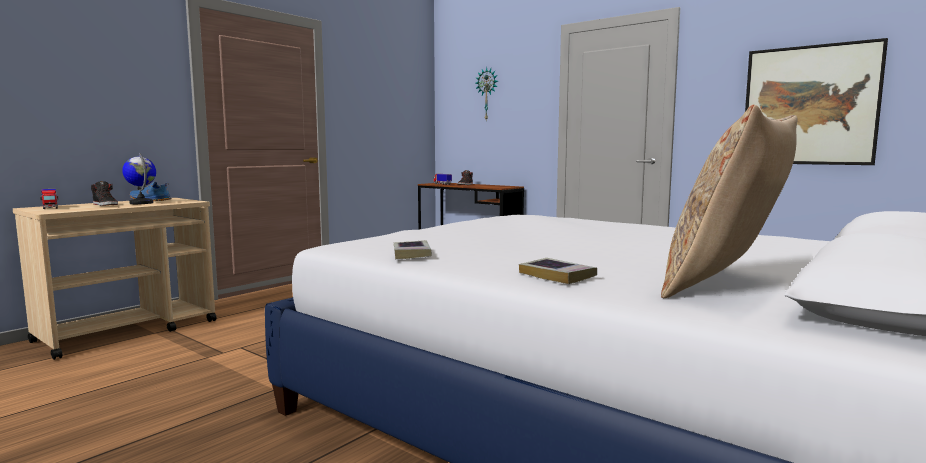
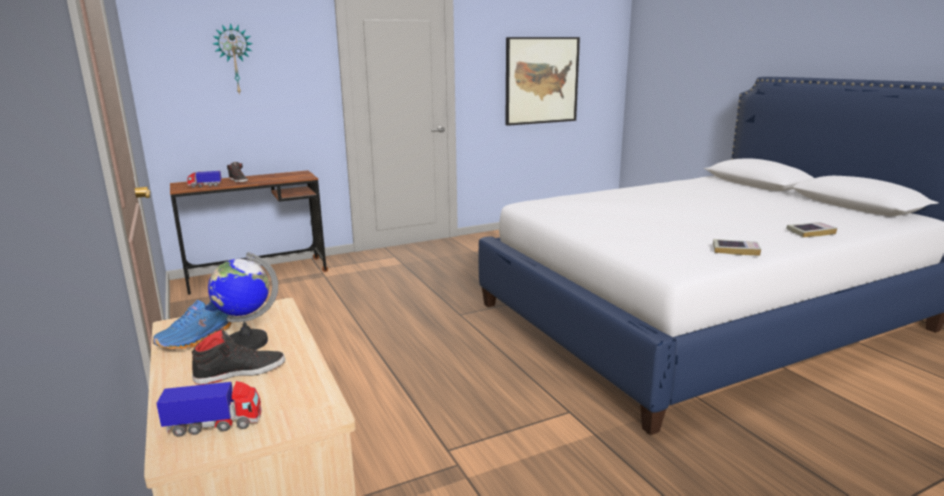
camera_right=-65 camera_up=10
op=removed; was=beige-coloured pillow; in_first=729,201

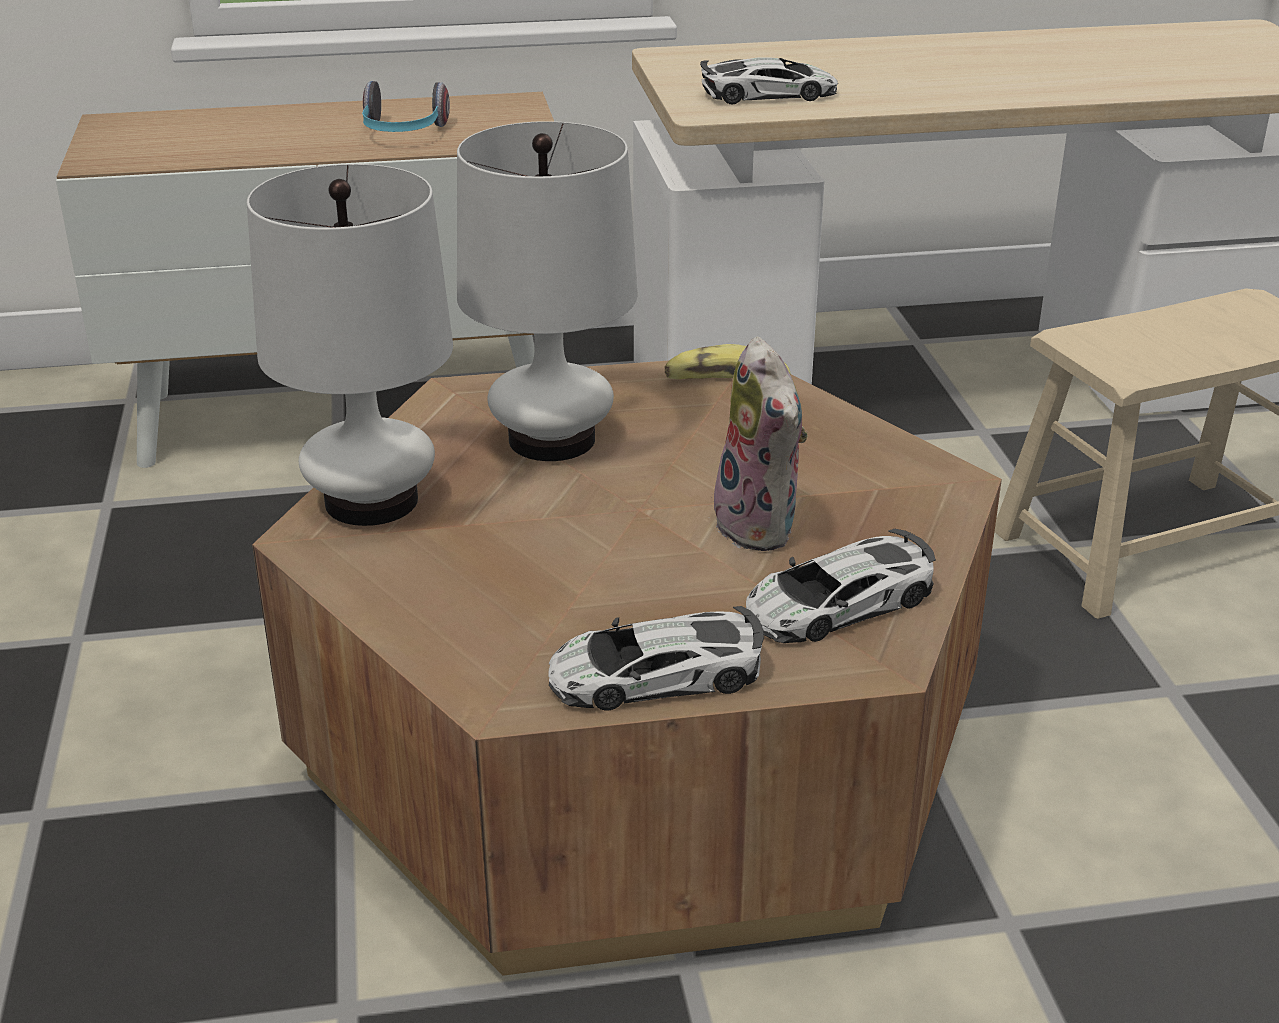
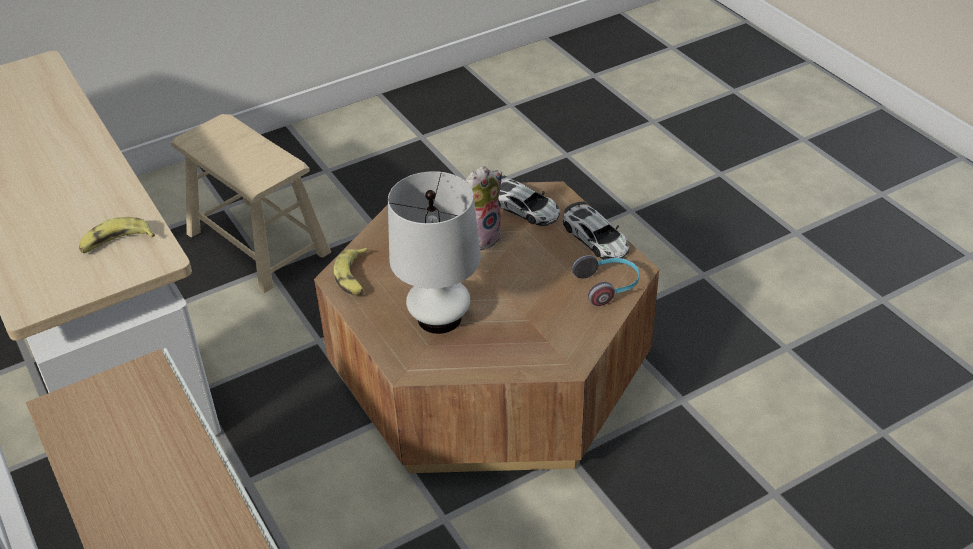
camera_right=-110 camera_up=10
op=removed; was=whitish tabletop lamp; in_first=350,345
op=moved; was=headset; in_first=406,106; in_second=605,280
op=replaced; was=toy car; now=whole banana; in_first=769,81; in_second=117,235

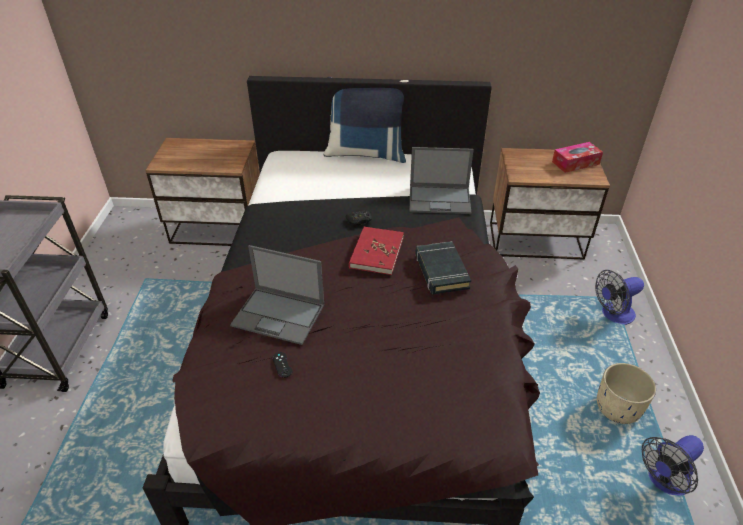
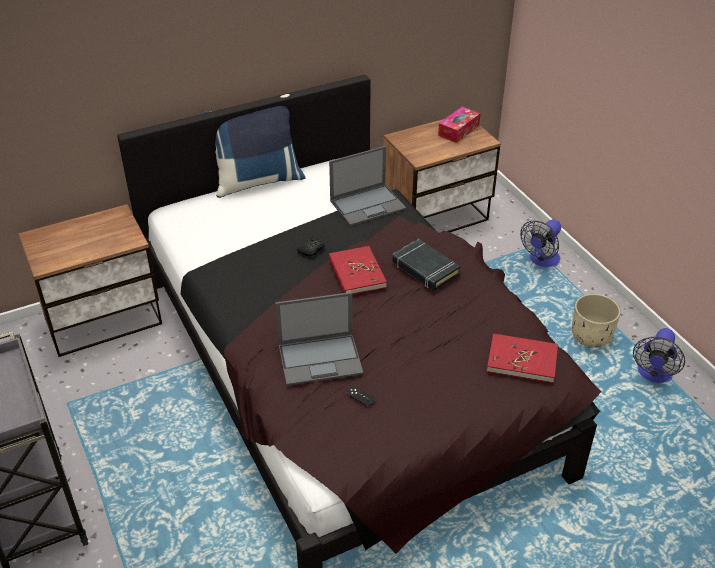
camera_right=-30 camera_up=0
op=added; now=red volume; in_second=522,358

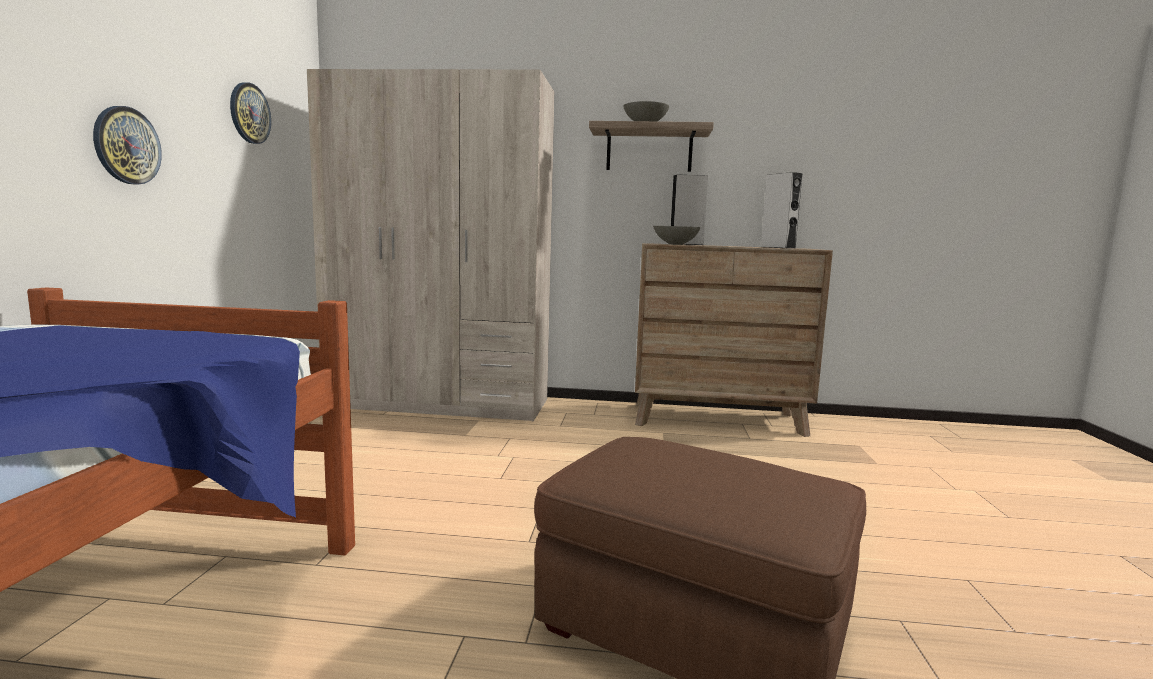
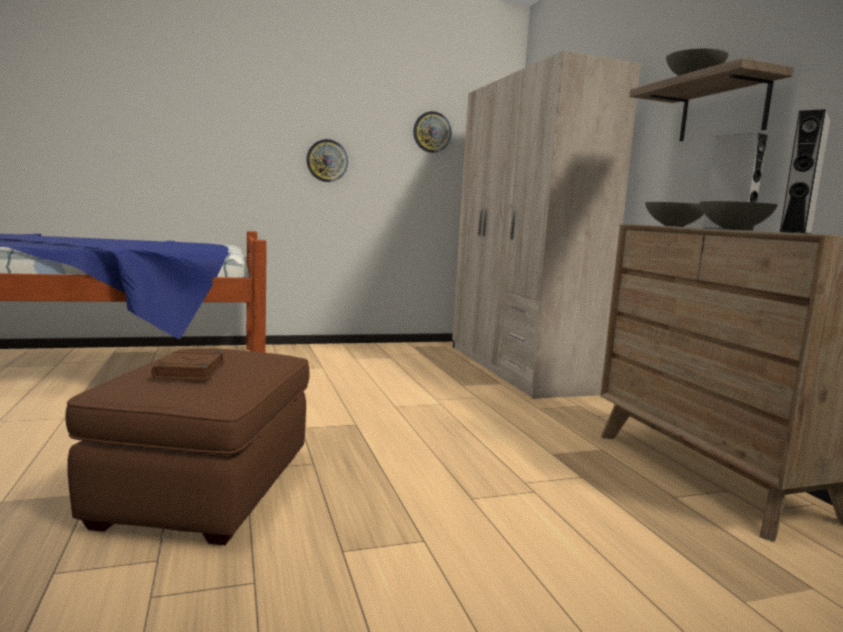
camera_right=65 camera_up=0
op=added; now=brownish volume; in_second=188,365
op=added; now=grey serving bowl; in_second=739,215

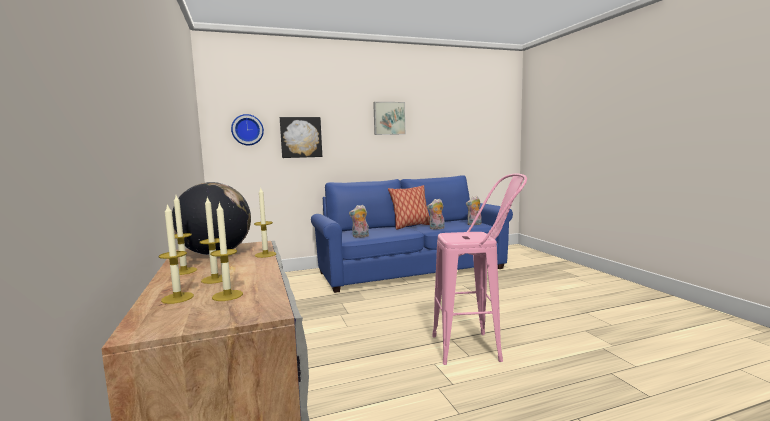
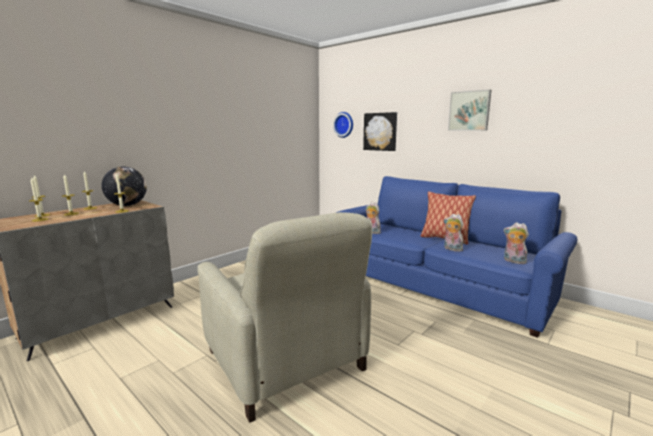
camera_right=60 camera_up=5
op=replaced; was=pink stool seat; now=beige-coloured lounge chair; in_first=479,269; in_second=285,317

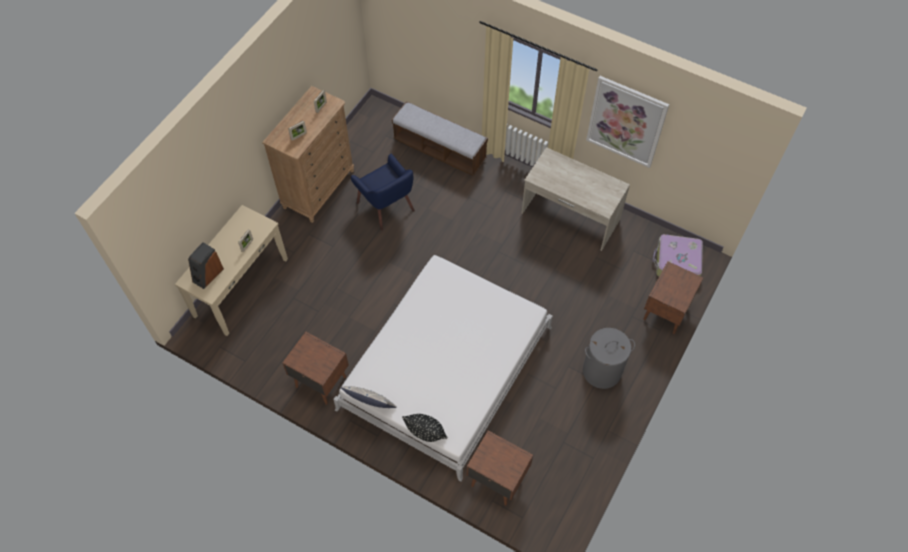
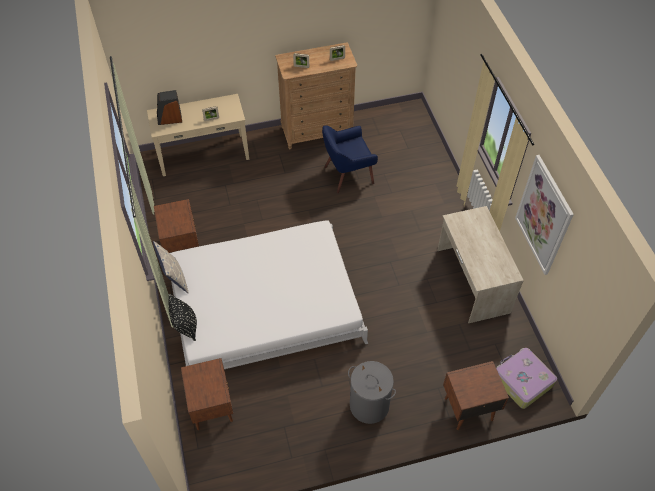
camera_right=45 camera_up=-5
op=turned; was=blue-coloured lounge chair; in_first=383,192; in_second=350,159; clockwise=60
op=removed; was=long seat; in_first=440,138

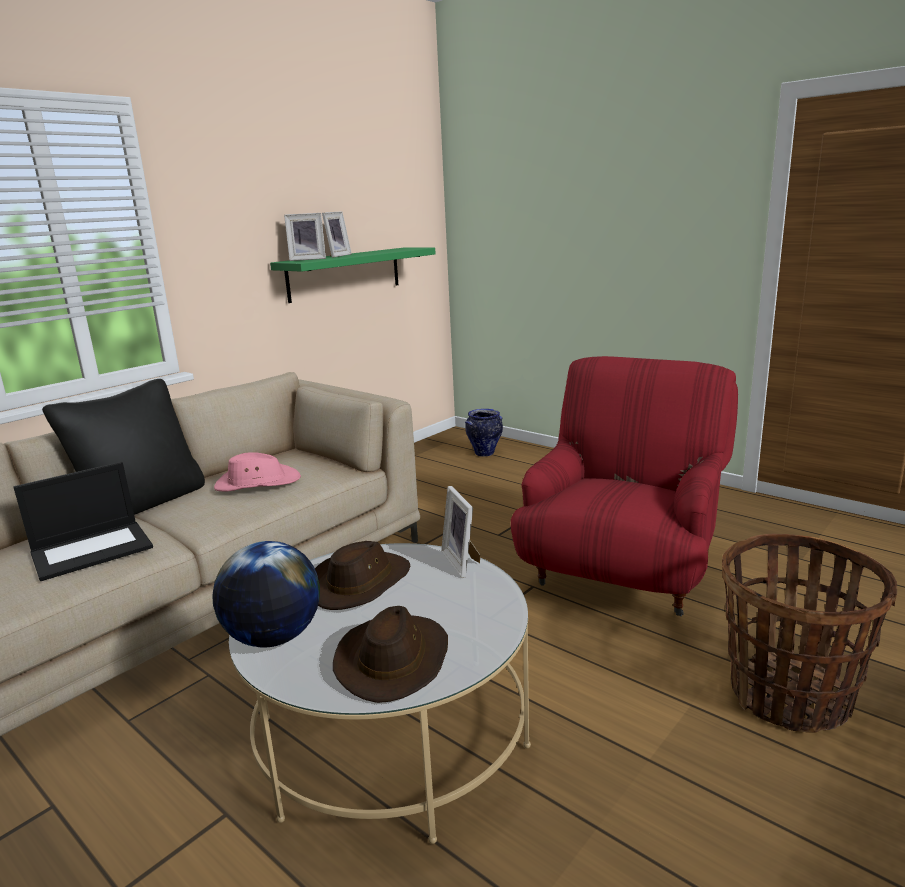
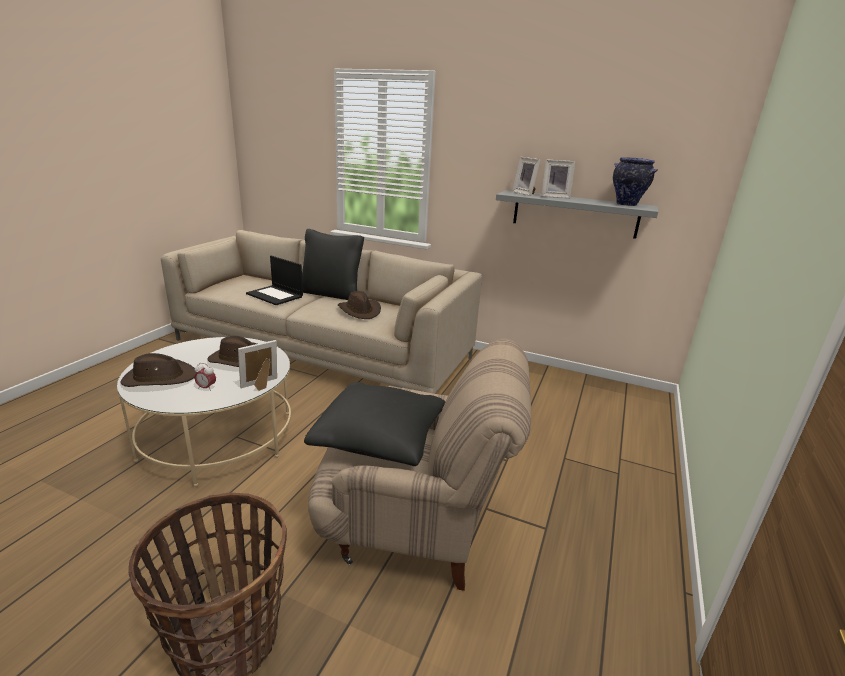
camera_right=70 camera_up=5
op=removed; was=desk globe; in_first=266,594
op=recoloured; was=pink clothing hat; now=brownish clothing hat; in_first=257,471; in_second=359,305
op=recoloured; was=green-coloured shelf; now=grey shelf; in_first=353,275; in_second=577,214
op=moved; was=decorative vase; in_first=484,433; in_second=635,181
op=recoloured; was=red lounge chair; now=beige-coloured lounge chair; in_first=624,486; in_second=419,465
op=added; now=alarm clock; in_second=205,377
op=added; now=blackish pillow; in_second=374,424

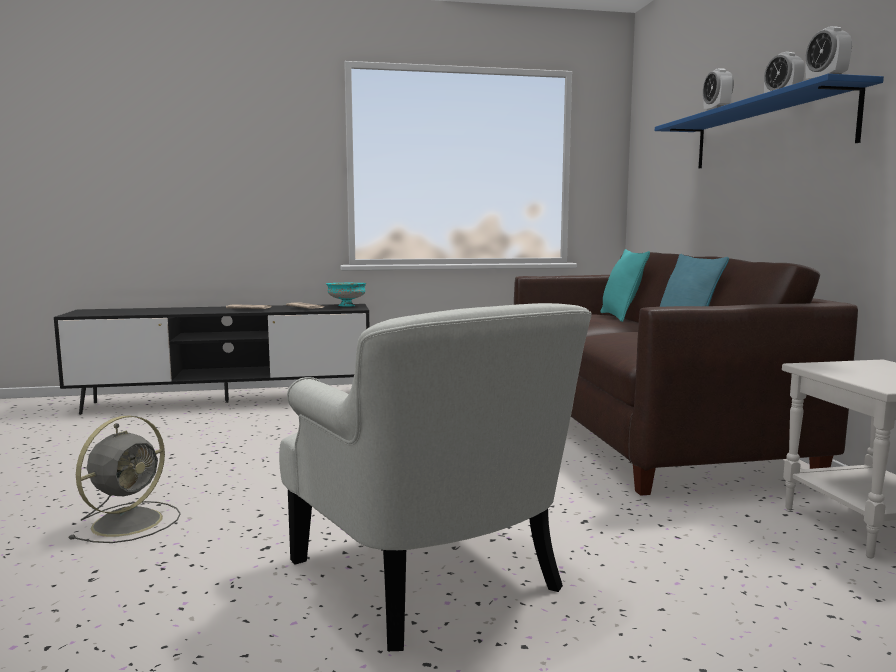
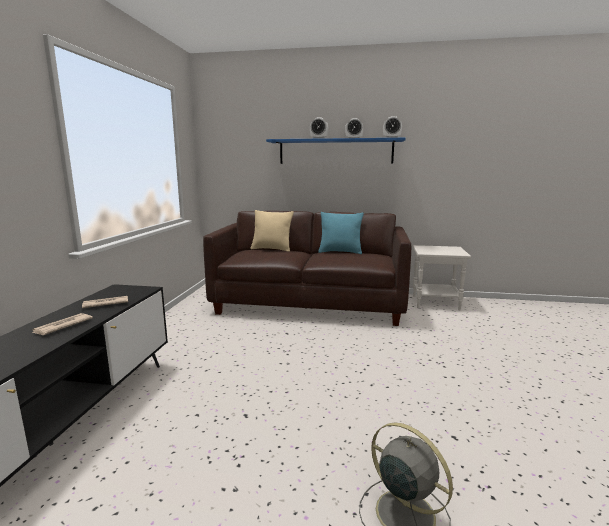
camera_right=-70 camera_up=5
op=removed; was=whitish lounge chair; in_first=435,477
op=removed; was=turquoise-coloured serving bowl; in_first=346,294
op=recoloured; was=turquoise-coloured pillow; now=beige-coloured pillow; in_first=625,285; in_second=272,231

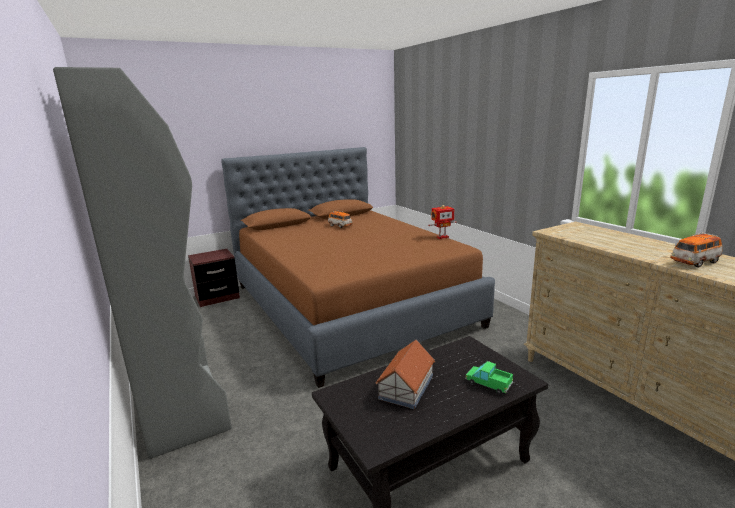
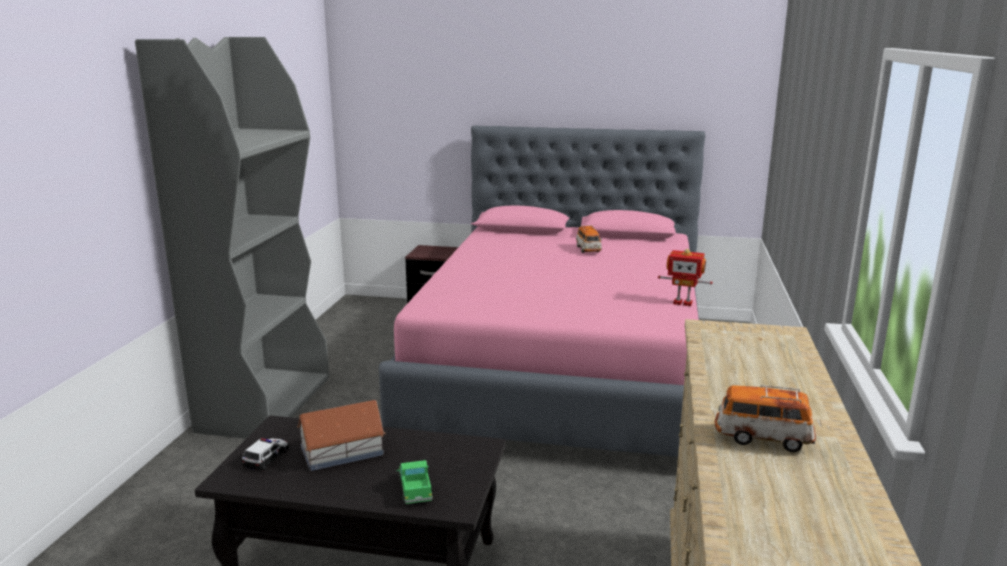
camera_right=40 camera_up=0
op=recoloured; was=brownish bed; now=pink bed; in_first=358,267; in_second=542,291
op=added; now=toy car; in_second=265,454

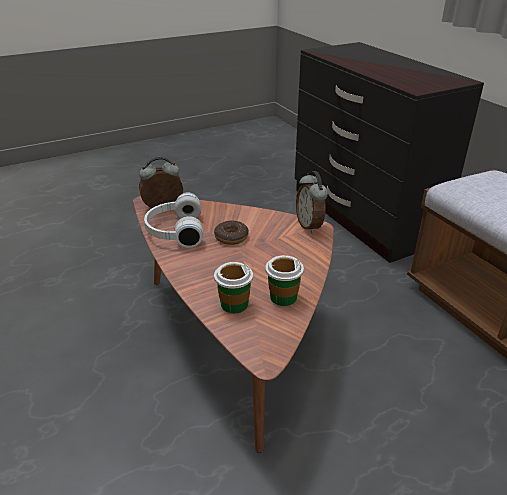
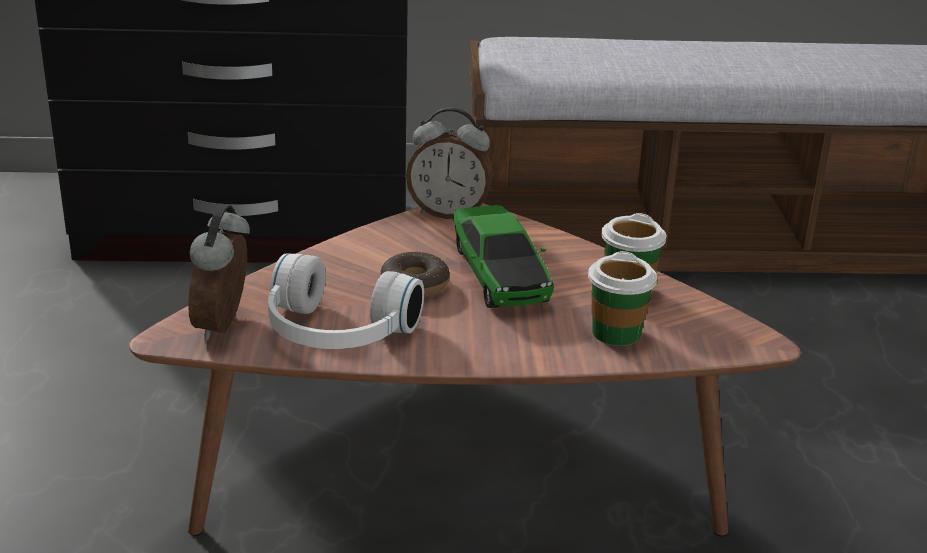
camera_right=-65 camera_up=-5
op=added; now=toy car; in_second=503,256

